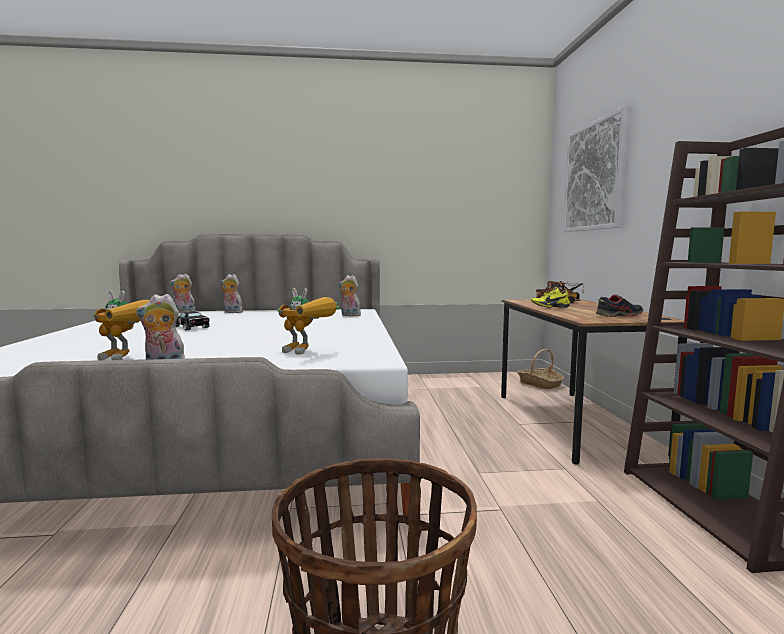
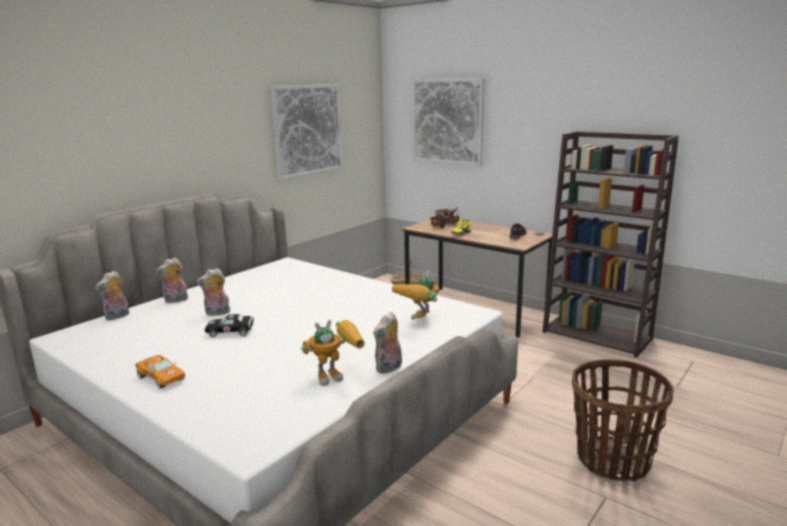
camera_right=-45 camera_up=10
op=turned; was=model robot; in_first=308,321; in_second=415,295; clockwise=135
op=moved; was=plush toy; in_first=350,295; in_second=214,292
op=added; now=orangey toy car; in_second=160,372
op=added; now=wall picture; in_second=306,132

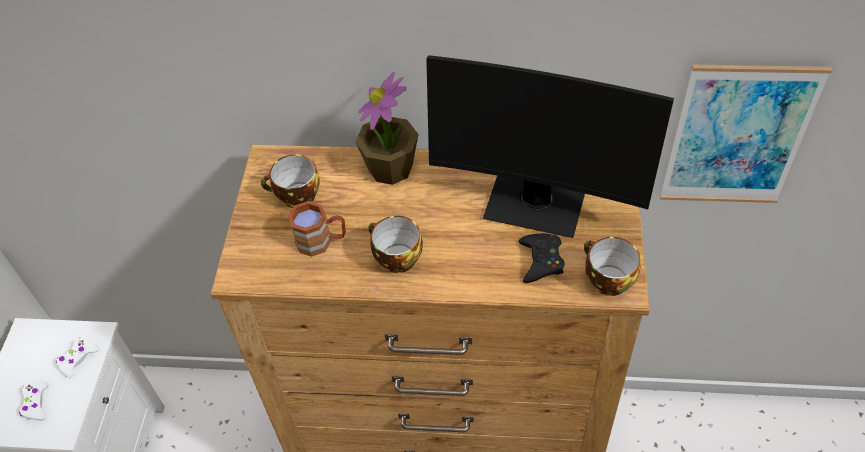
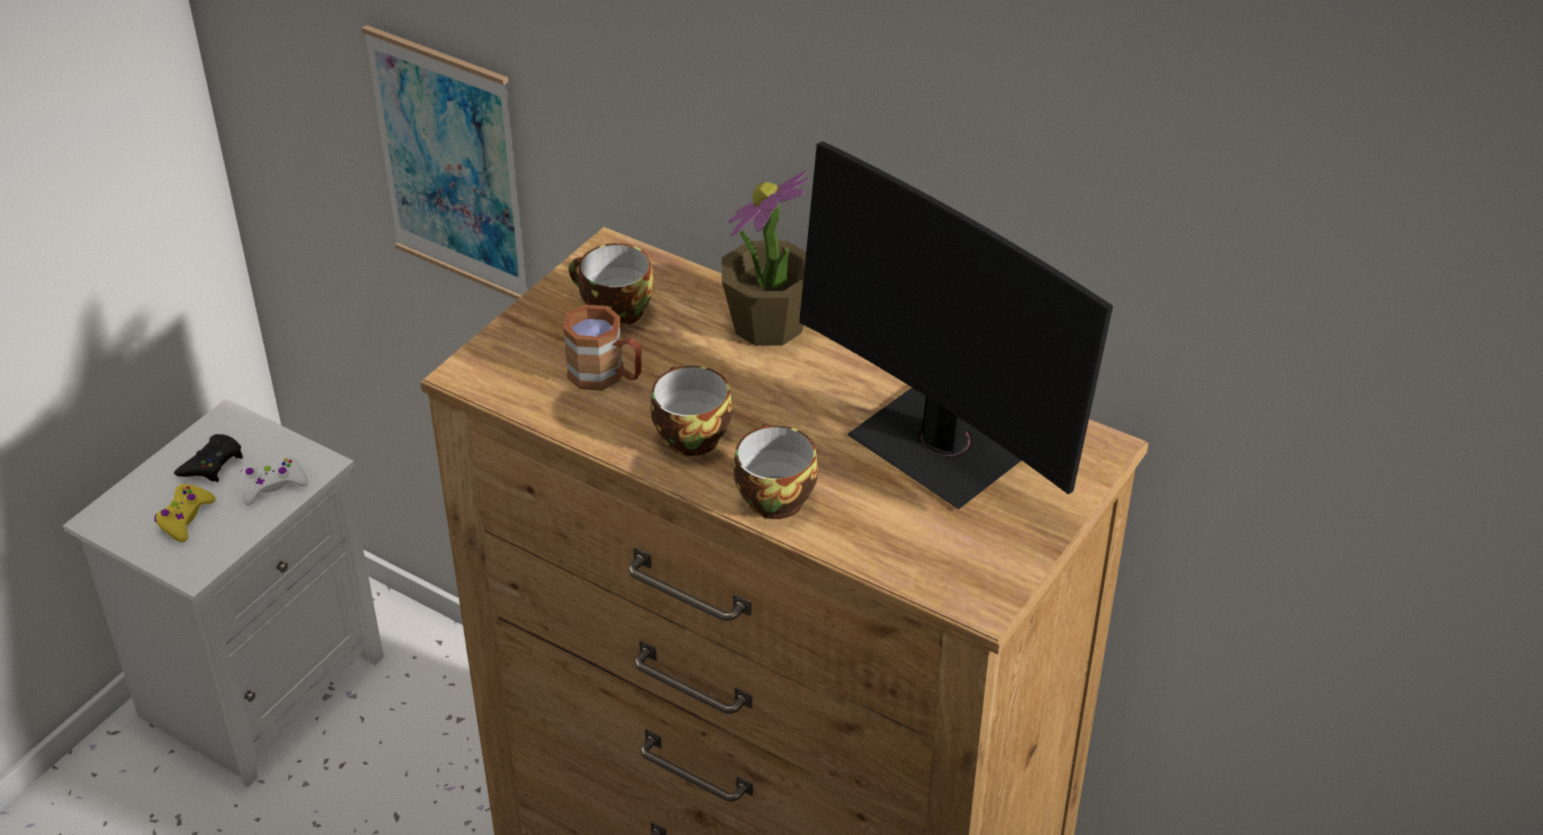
camera_right=25 camera_up=-10
op=recoloured; was=whitish game controller; now=yellow game controller; in_first=34,400; in_second=185,513
op=moved; was=blackish game controller; in_first=541,258; in_second=208,458
op=moved; was=cup; in_first=612,266; in_second=776,471
op=moved; was=wall picture; in_first=746,134; in_second=444,162

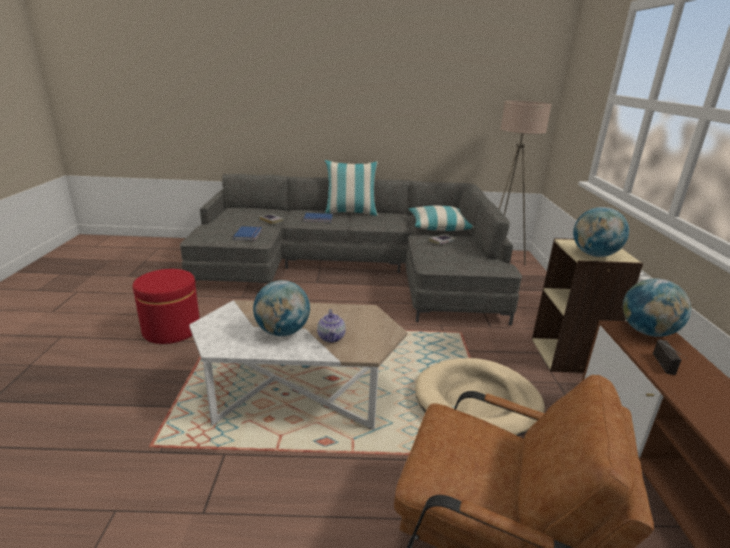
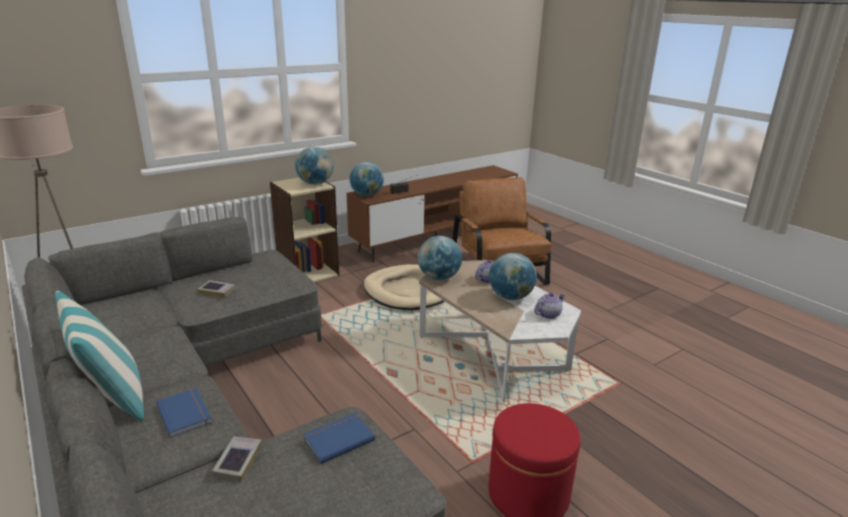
camera_right=-125 camera_up=0
op=removed; was=pillow; in_first=441,218
op=added; now=desk globe; in_second=440,258
op=added; now=pot for tea; in_second=550,306

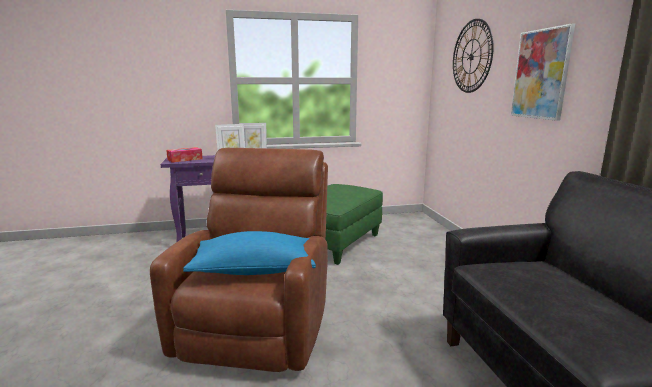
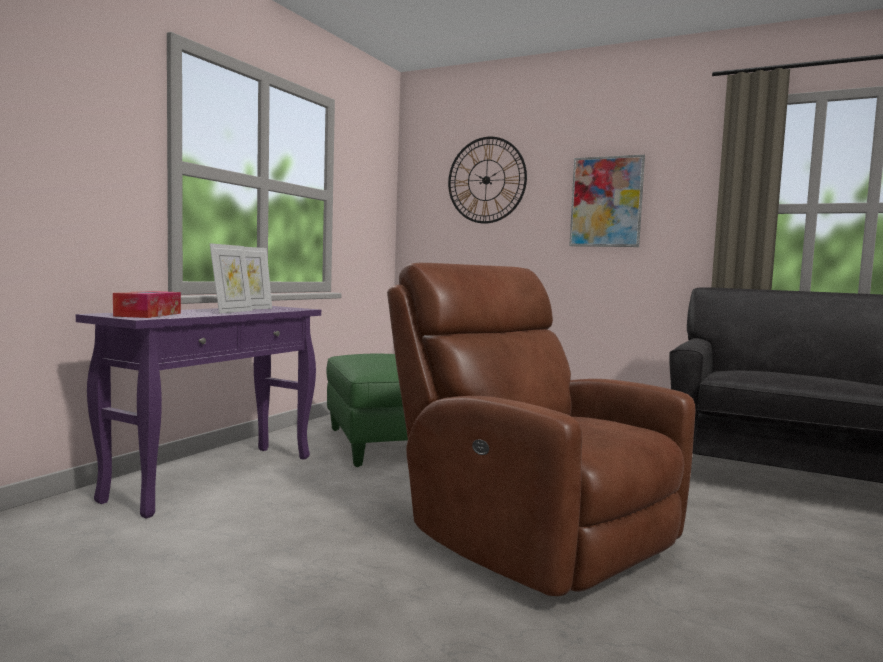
camera_right=-50 camera_up=-10
op=removed; was=blue-coloured pillow; in_first=249,253

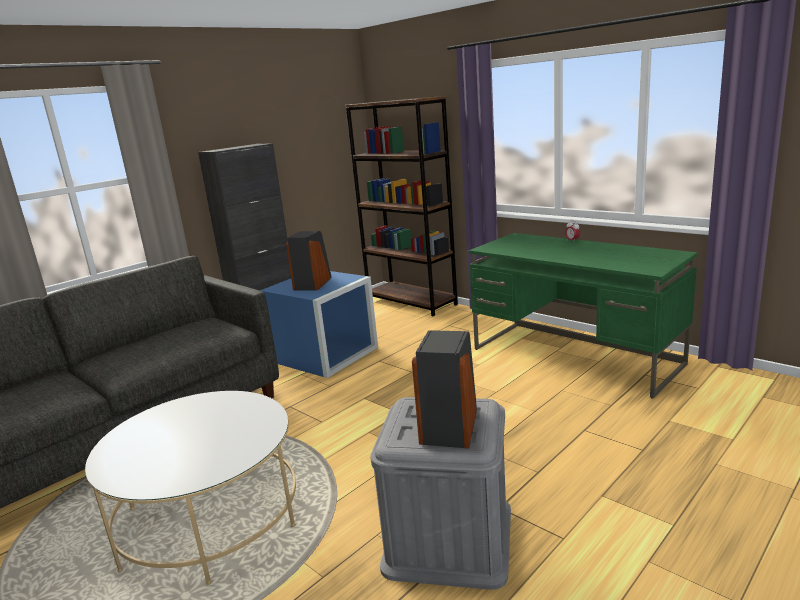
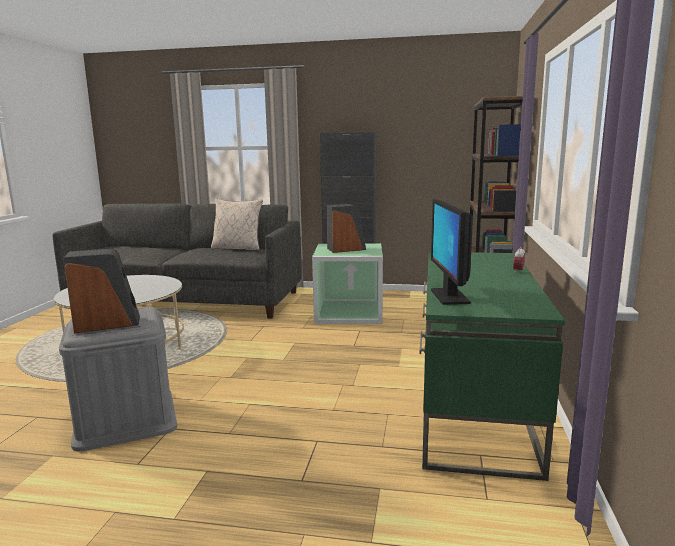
camera_right=55 camera_up=-5
op=recoloured; was=blue-coloured storage container; now=green-coloured storage container; in_first=319,324; in_second=347,283
op=added; now=beige-coloured pillow; in_second=237,225
op=added; now=computer screen; in_second=452,252

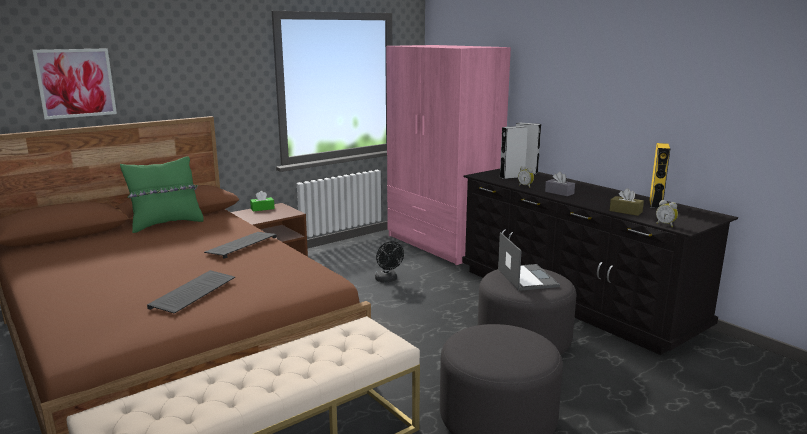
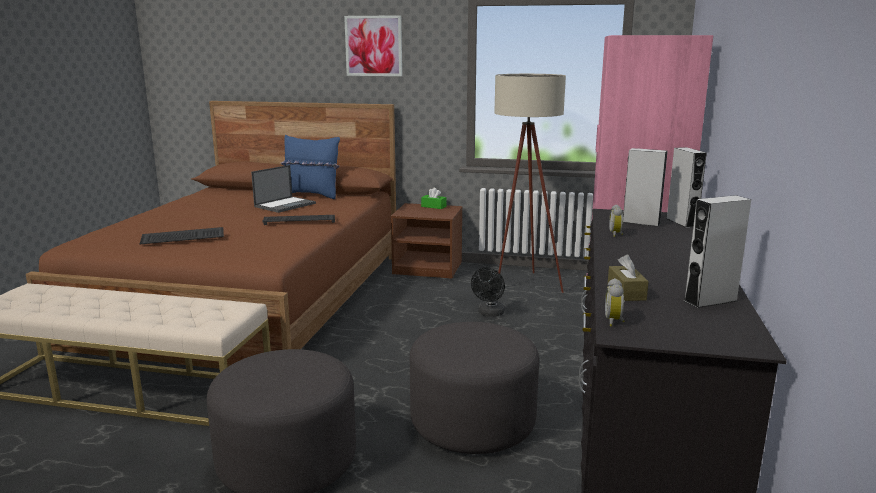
camera_right=50 camera_up=0
op=moved; was=wall picture; in_first=74,83; in_second=373,45
op=recoloured; was=green-coloured pillow; now=blue-coloured pillow; in_first=161,194; in_second=310,167
op=moved; was=laptop; in_first=529,261; in_second=283,189
op=removed; was=grey tissue box; in_first=560,184
op=recoloured; was=yellow speaker; now=grey speaker; in_first=659,175; in_second=717,251
op=added; now=beige-coloured standard lamp; in_second=530,183

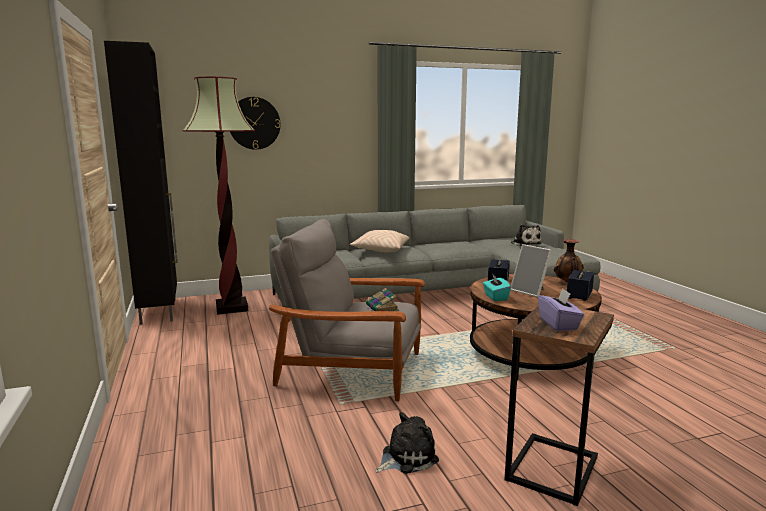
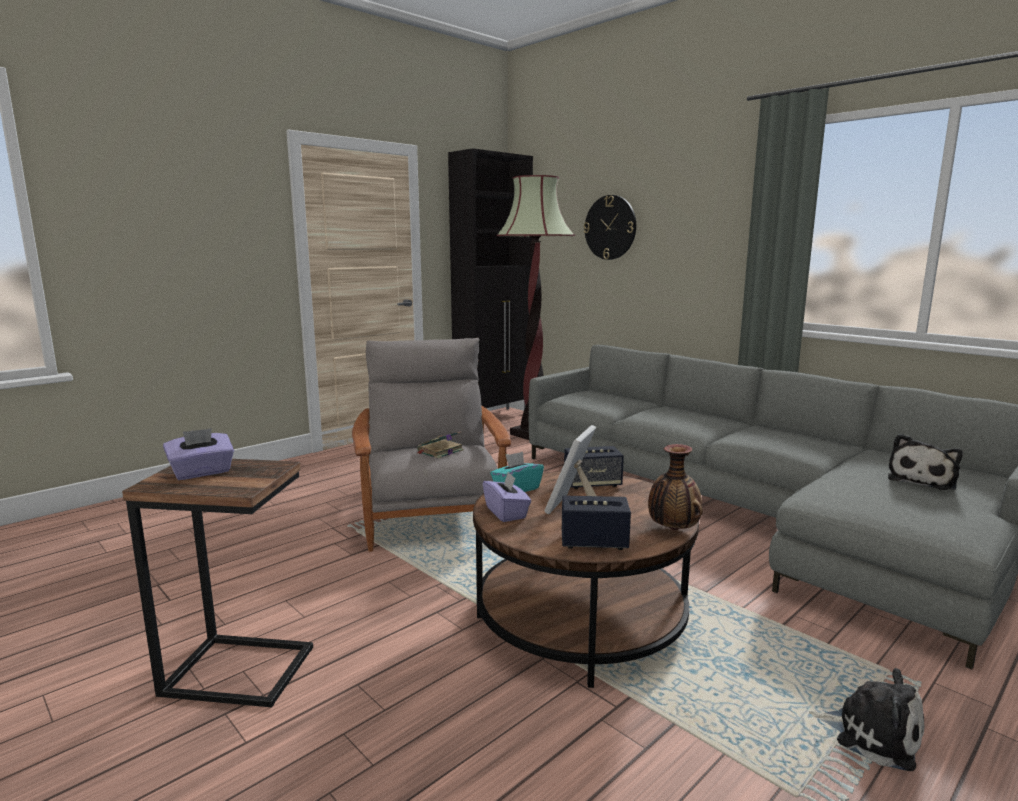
camera_right=65 camera_up=0
op=removed; was=beige-coloured pillow; in_first=379,241
op=moved; was=plush toy; in_first=407,443; in_second=866,719
op=added; now=purplish tissue box; in_second=507,497

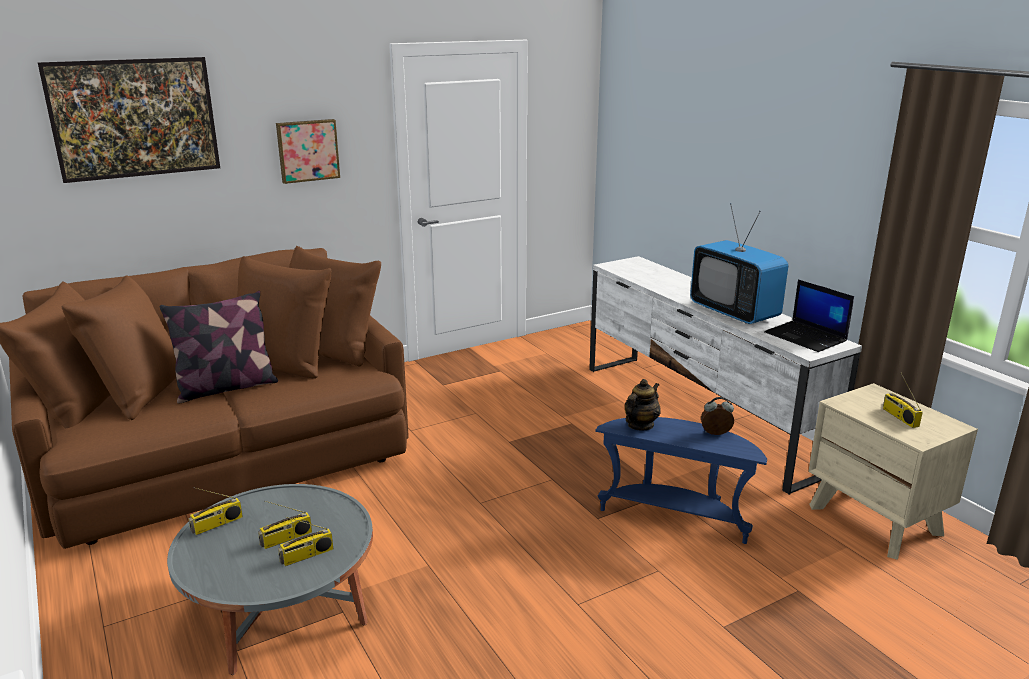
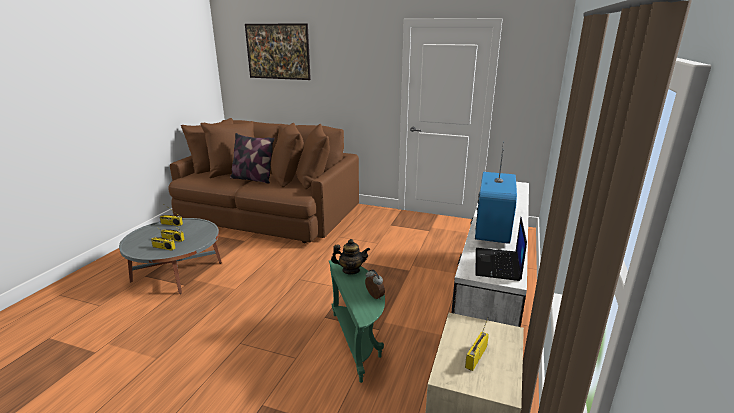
camera_right=50 camera_up=0
op=removed; was=wall picture; in_first=308,151
op=recoloured; was=blue-coloured accent table; now=green-coloured accent table; in_first=681,480; in_second=357,321

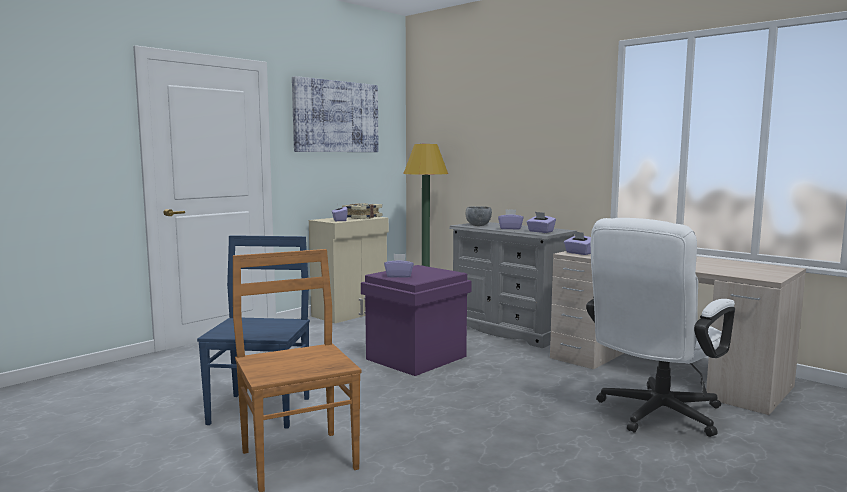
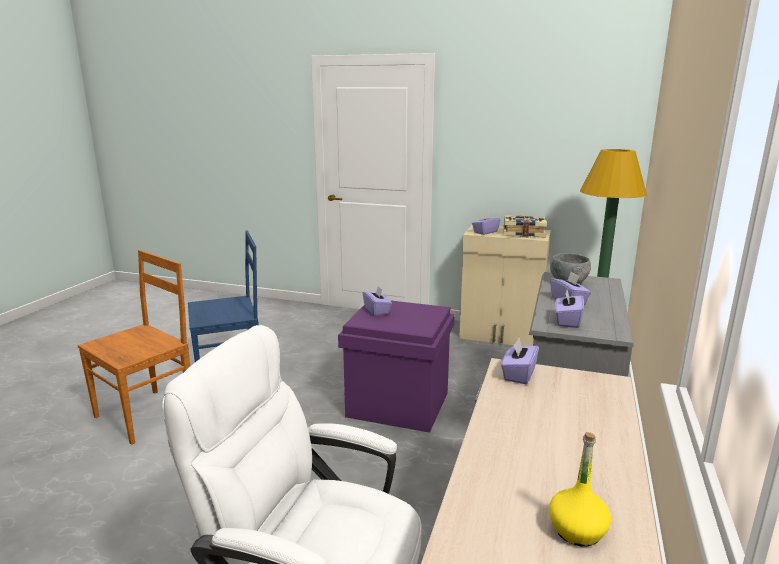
camera_right=65 camera_up=10
op=removed; was=wall picture; in_first=335,114
op=added; now=yellow beverage bottle; in_second=580,489

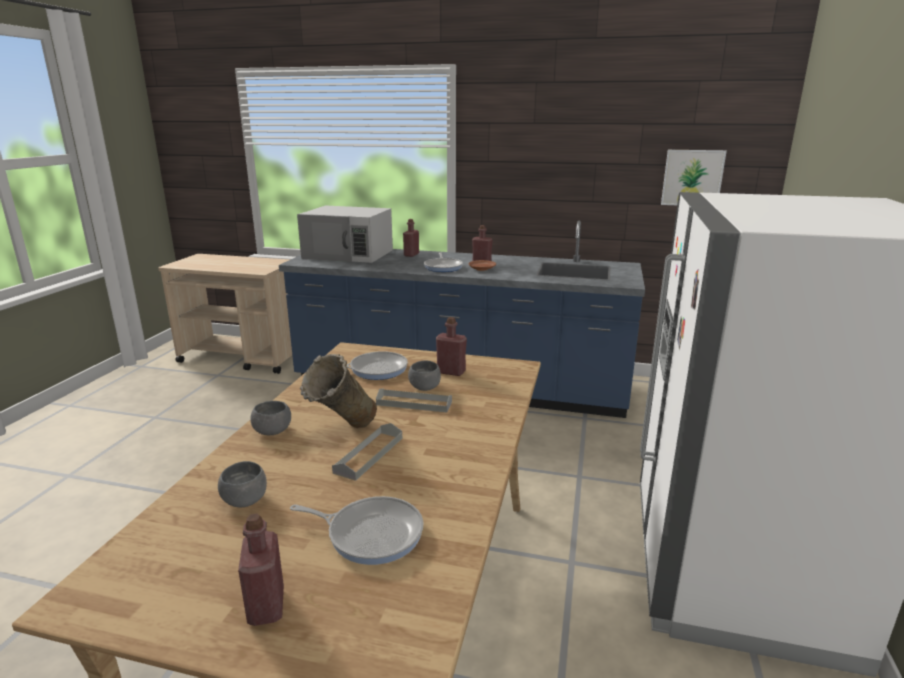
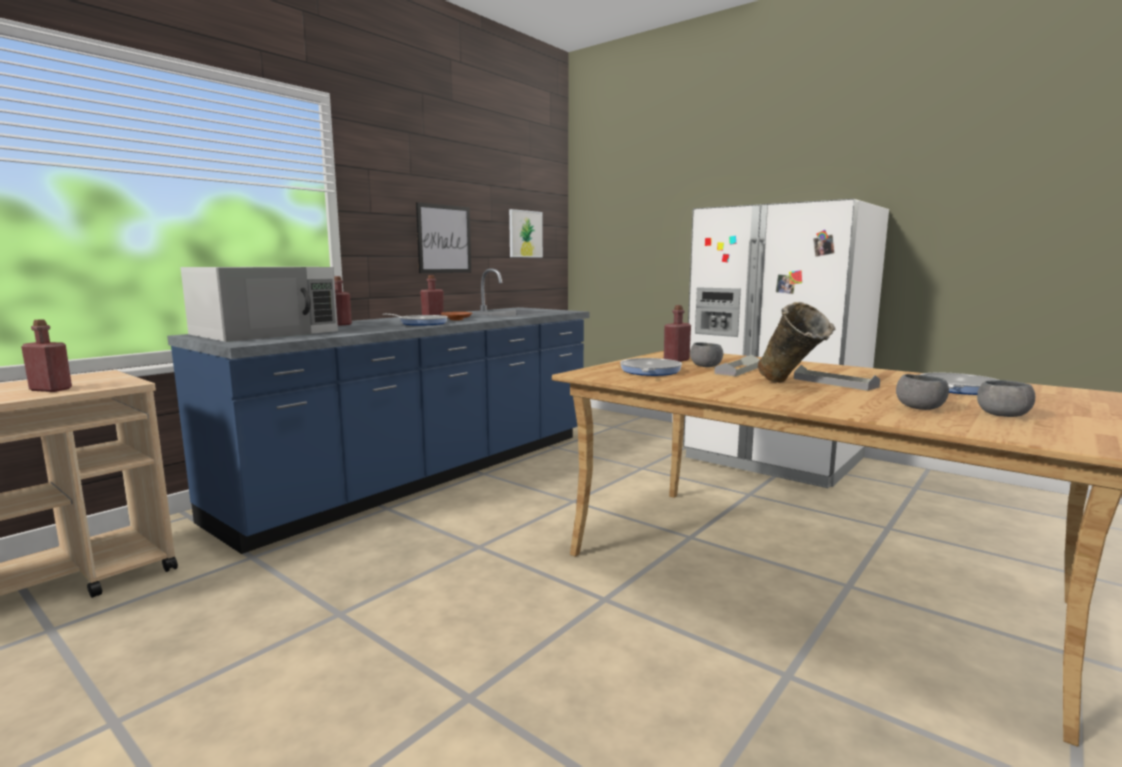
camera_right=-65 camera_up=-10
op=moved; was=red beverage bottle; in_first=261,570; in_second=46,355
op=moved; was=grey serving bowl; in_first=270,418; in_second=1006,398
op=added; now=wall picture; in_second=443,237

